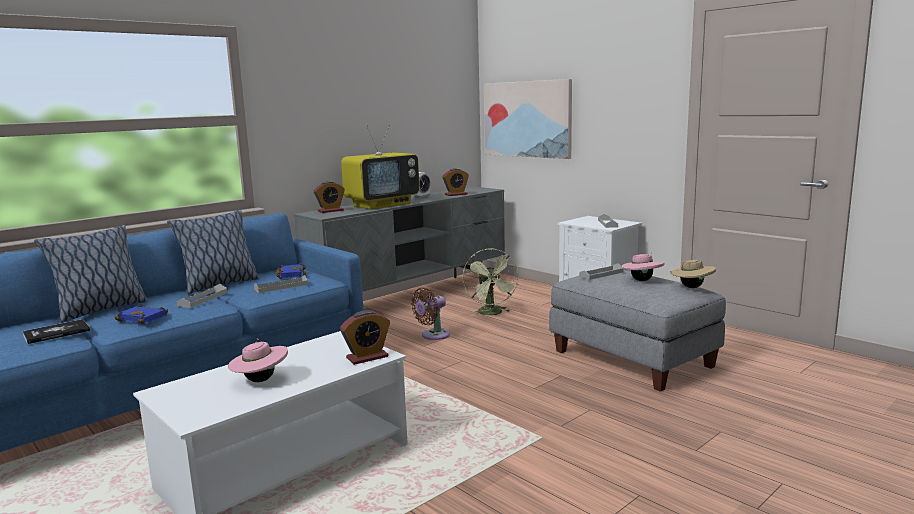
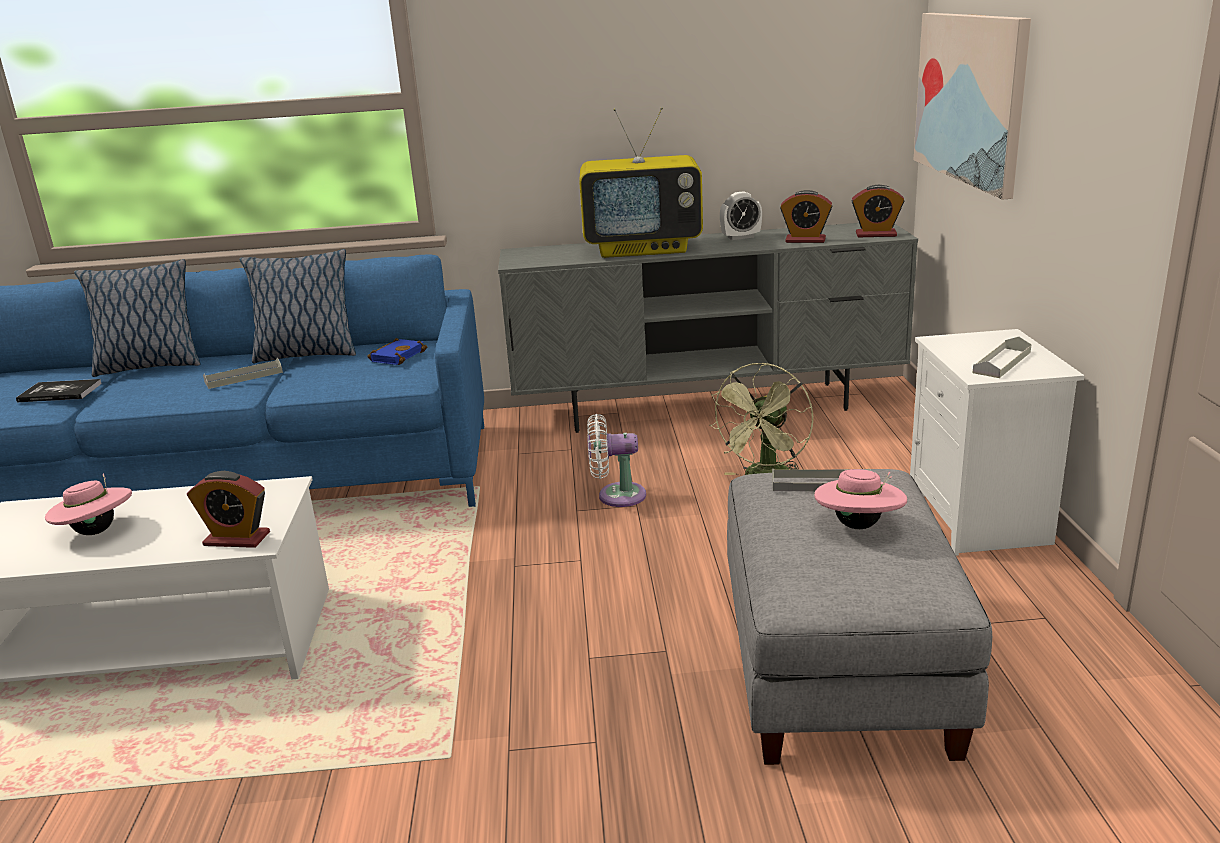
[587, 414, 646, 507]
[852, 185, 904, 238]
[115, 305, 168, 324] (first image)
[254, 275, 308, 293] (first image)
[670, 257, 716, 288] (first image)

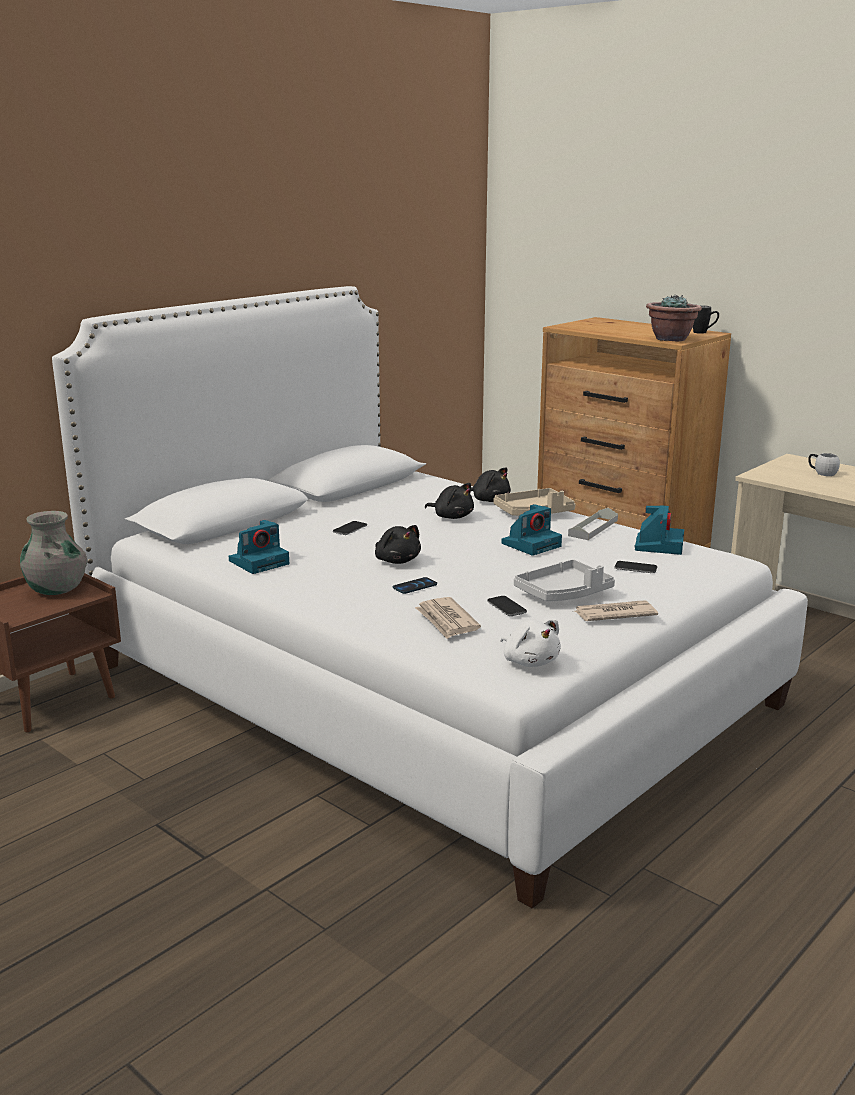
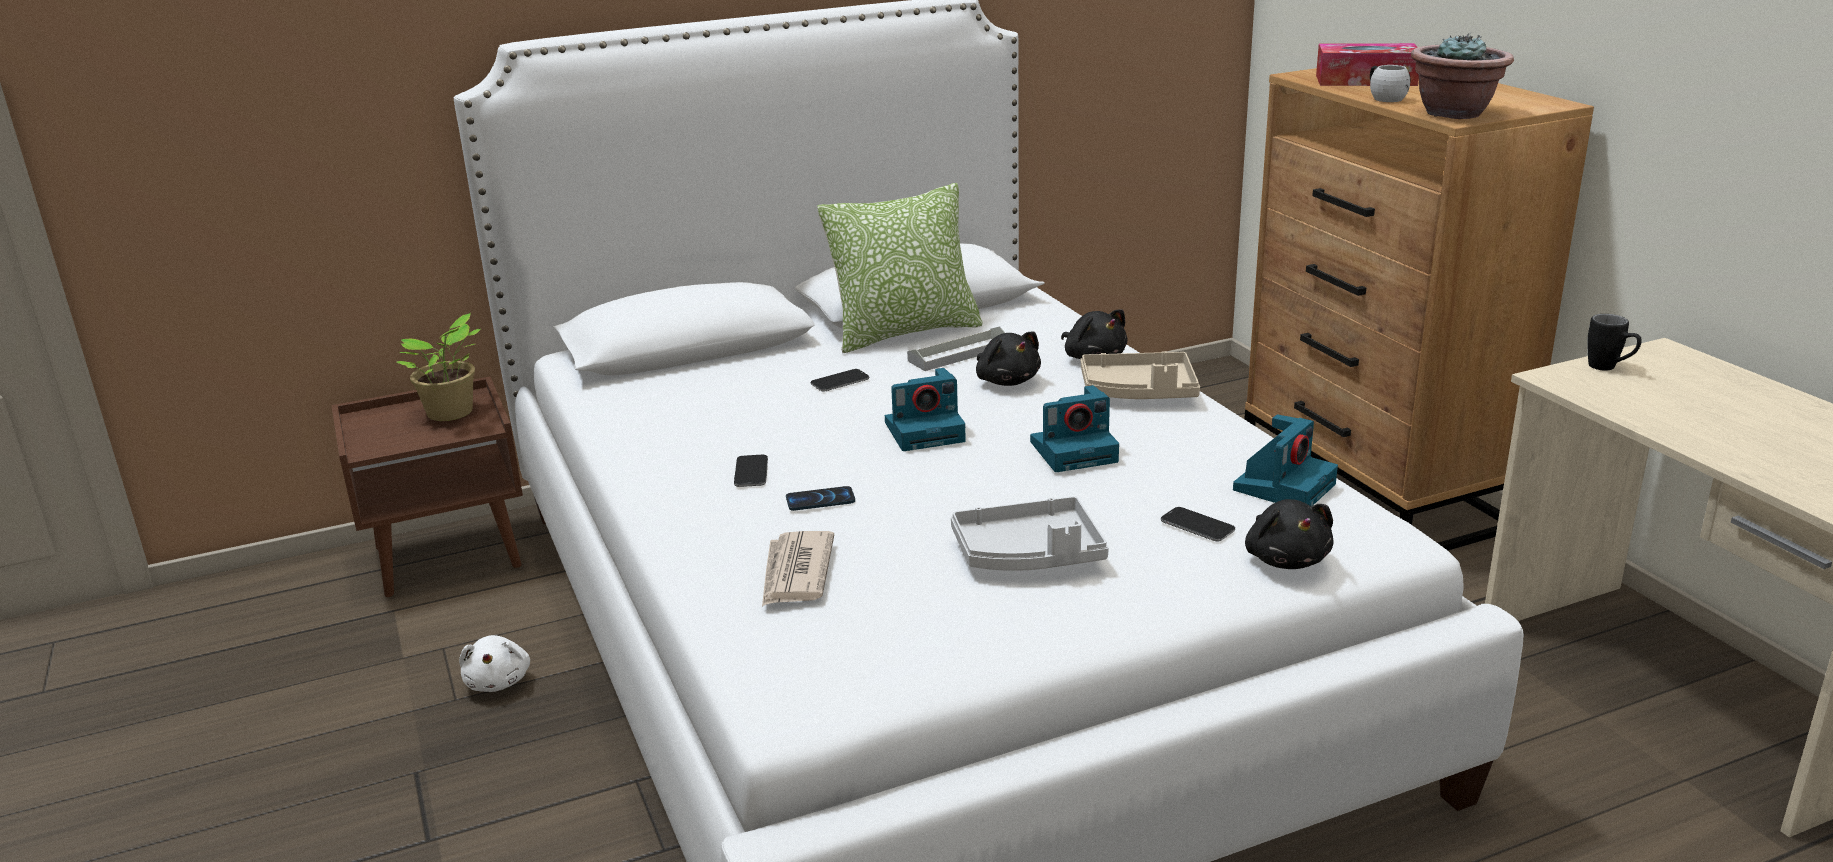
[397, 313, 481, 421]
[459, 635, 530, 692]
[734, 455, 768, 487]
[817, 183, 983, 353]
[885, 368, 966, 451]
[907, 326, 1005, 371]
[1245, 499, 1333, 569]
[1316, 43, 1419, 86]
[1370, 65, 1411, 102]
[1587, 314, 1642, 371]
[575, 600, 658, 621] (first image)

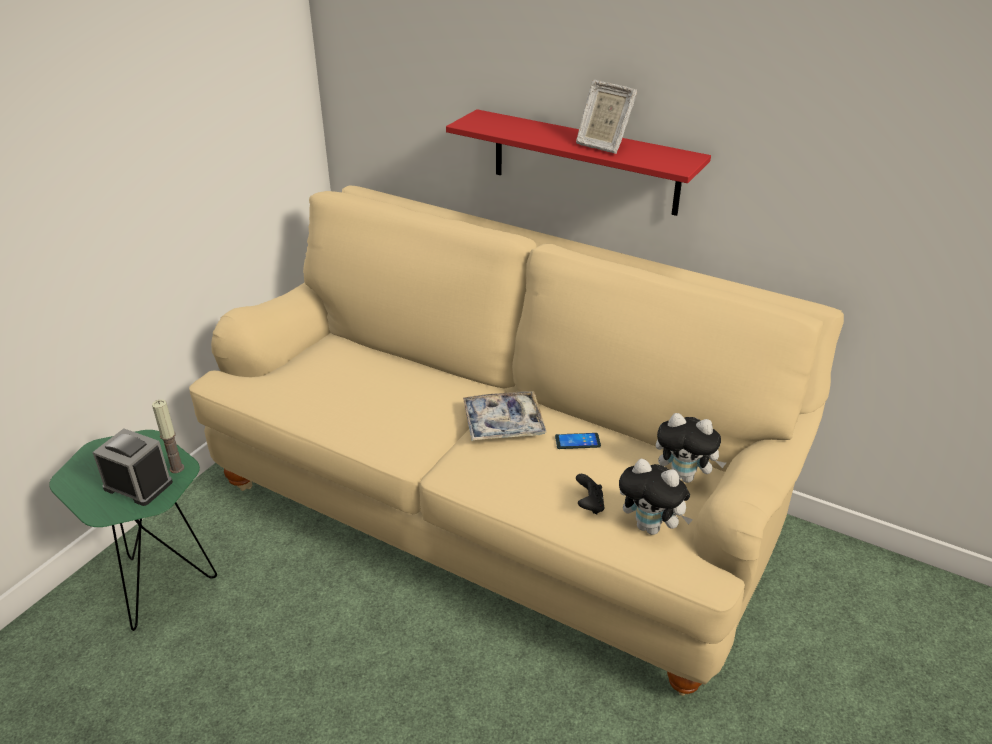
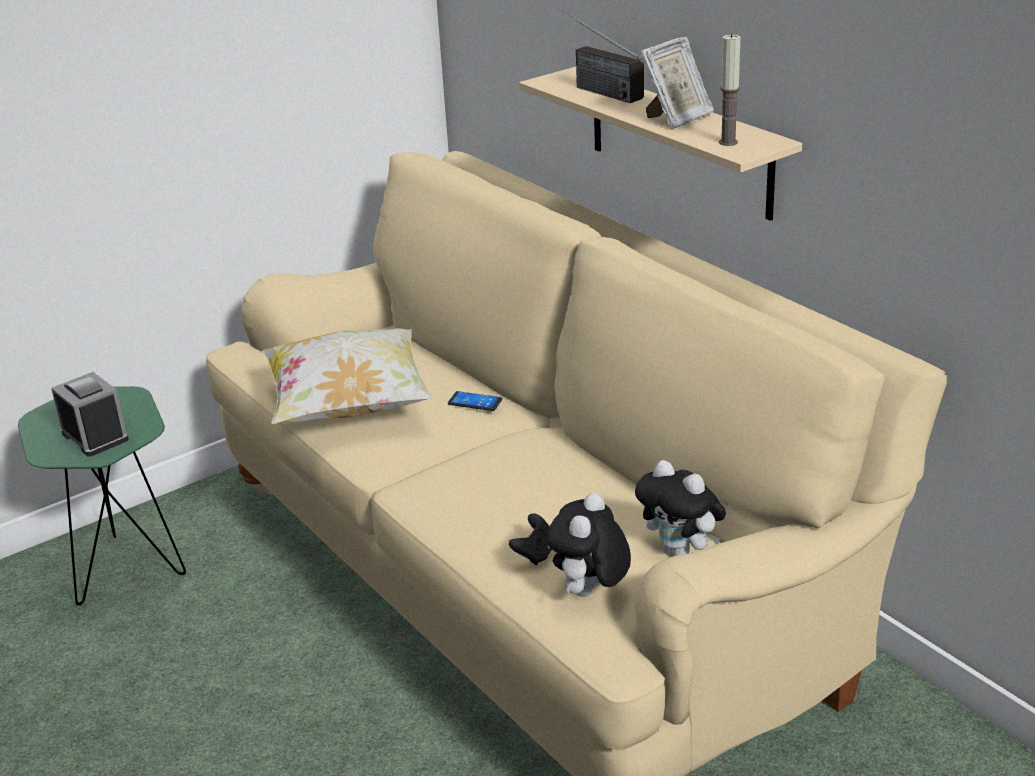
[262, 328, 433, 424]
[448, 391, 502, 411]
[519, 67, 802, 221]
[547, 493, 631, 597]
[558, 8, 644, 103]
[640, 37, 714, 129]
[719, 34, 740, 146]
[463, 391, 547, 441] (first image)

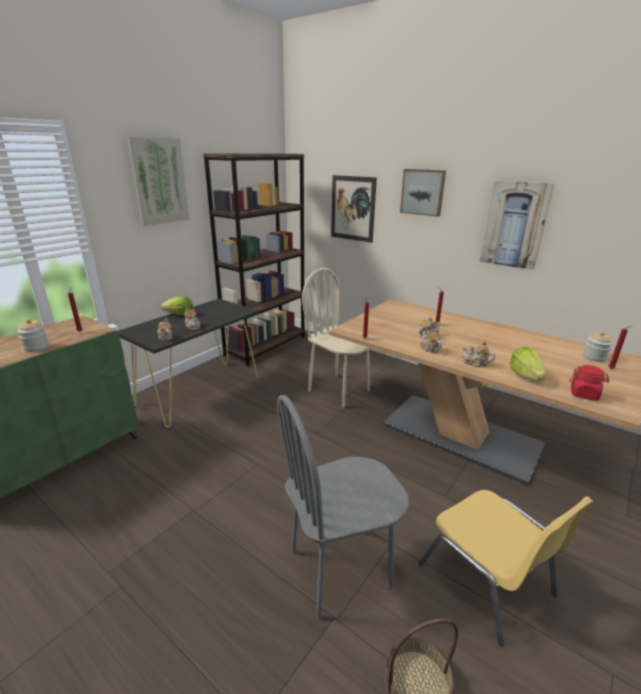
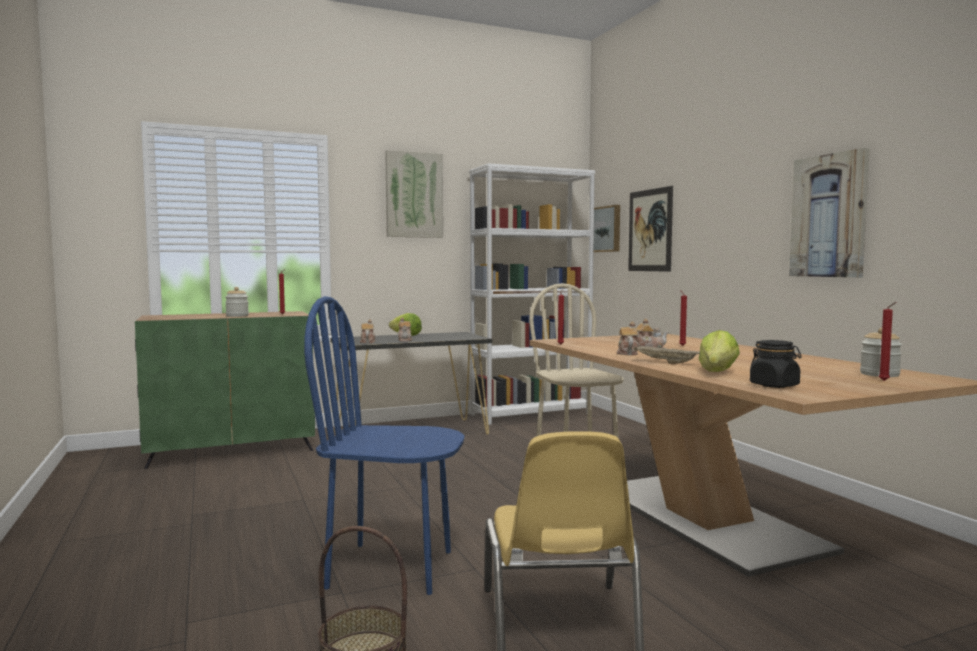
[304, 296, 465, 595]
[469, 163, 595, 425]
[593, 205, 620, 252]
[633, 345, 700, 364]
[750, 340, 802, 388]

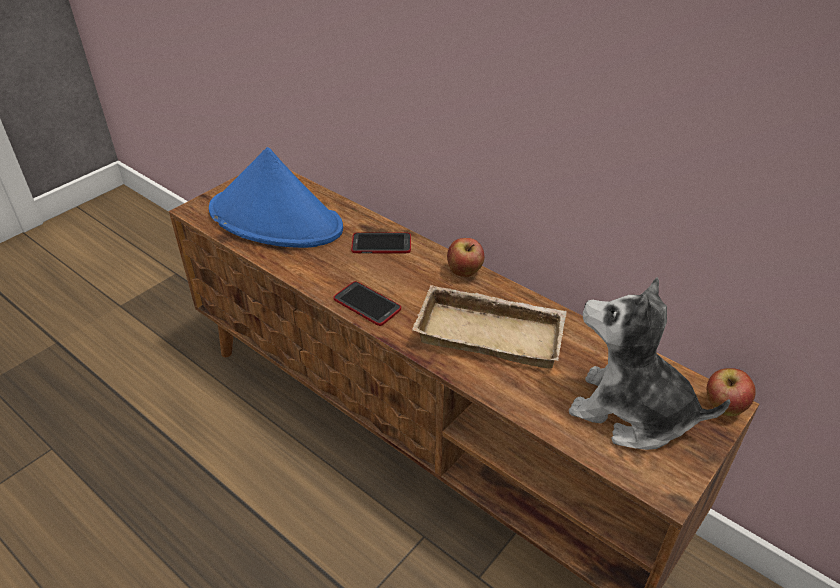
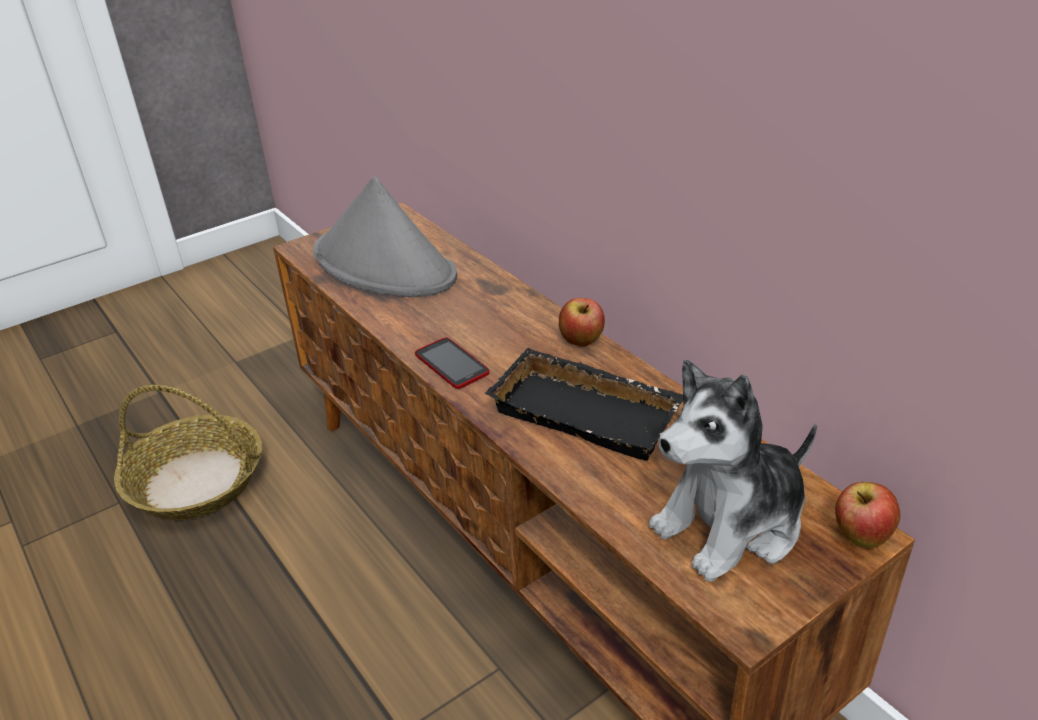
[114, 385, 262, 520]
[313, 176, 457, 297]
[485, 348, 683, 461]
[649, 360, 817, 582]
[351, 232, 411, 253] (first image)

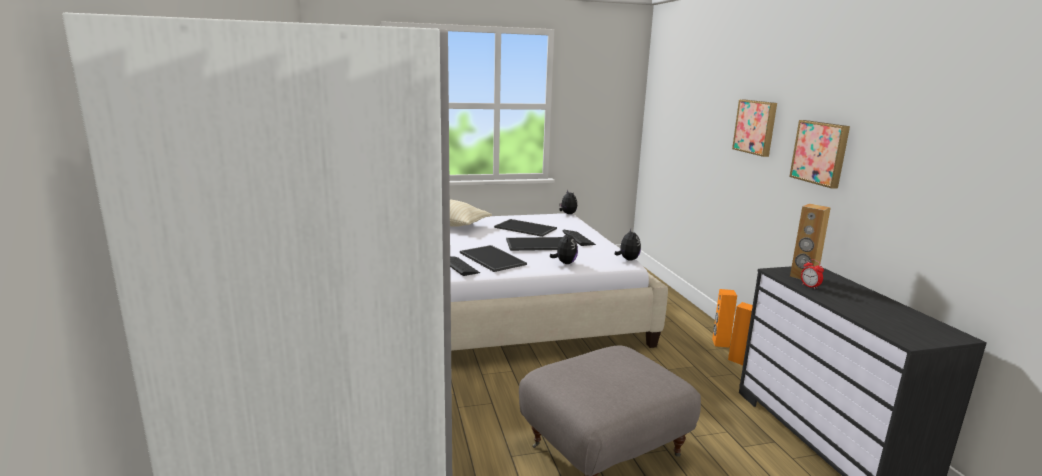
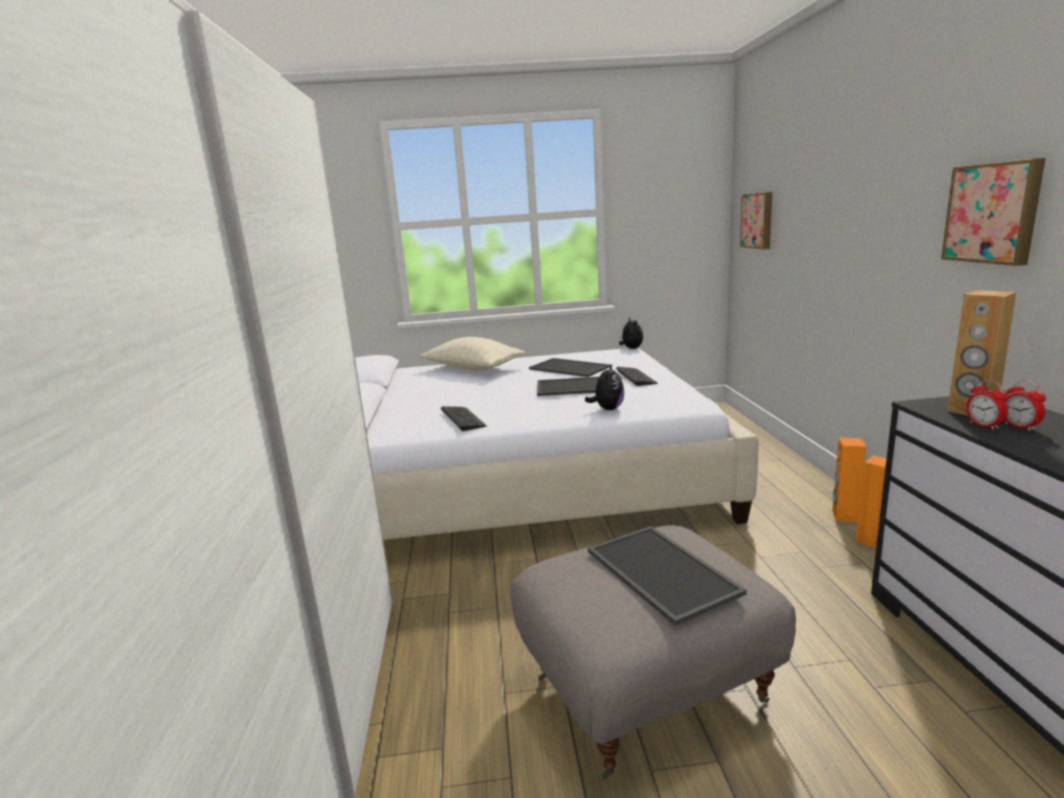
[588, 526, 747, 626]
[740, 192, 772, 249]
[1005, 380, 1046, 431]
[615, 229, 641, 261] (first image)

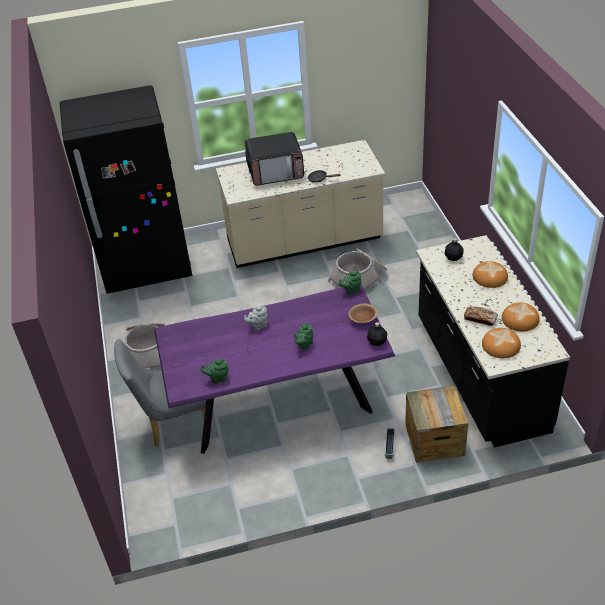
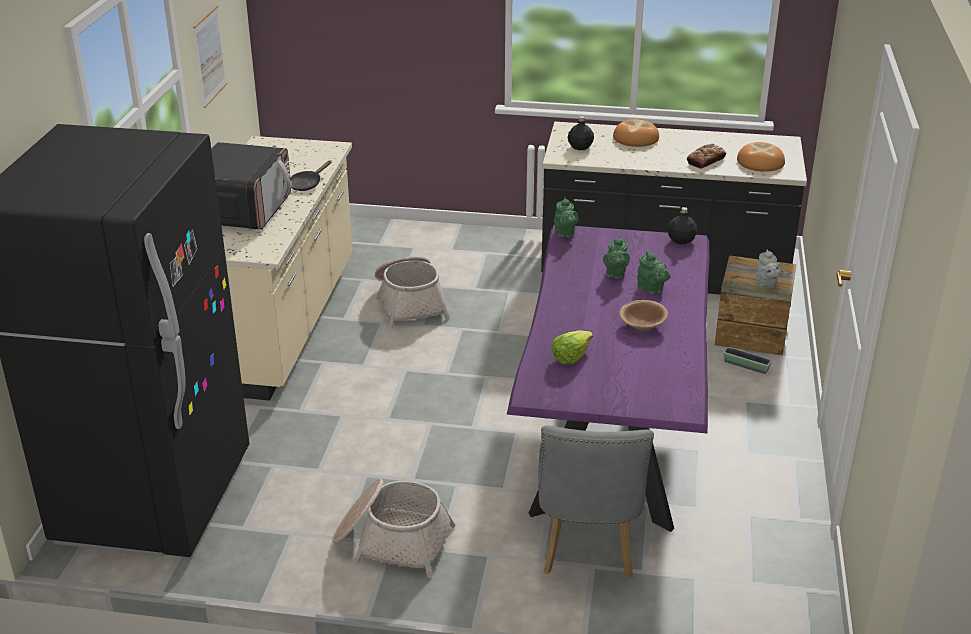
[193, 5, 227, 108]
[551, 330, 593, 364]
[603, 236, 630, 279]
[619, 300, 668, 330]
[756, 249, 782, 288]
[502, 302, 540, 331] (first image)

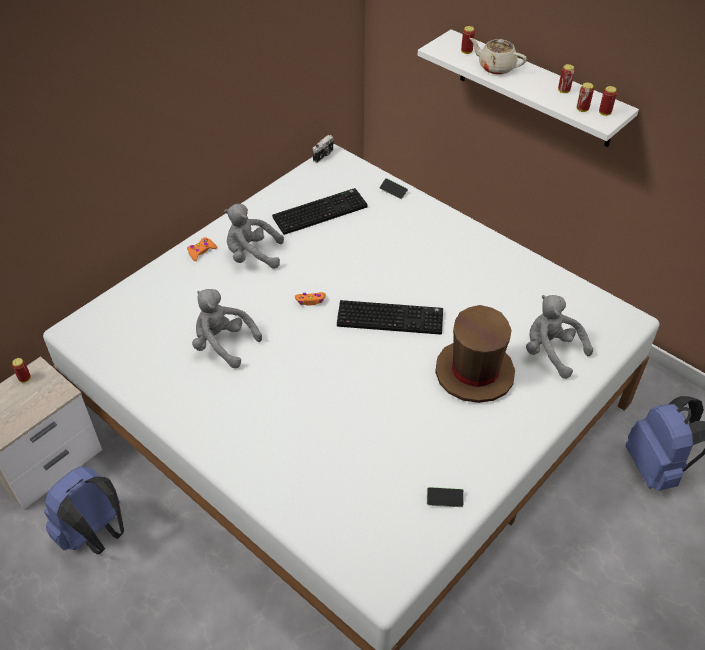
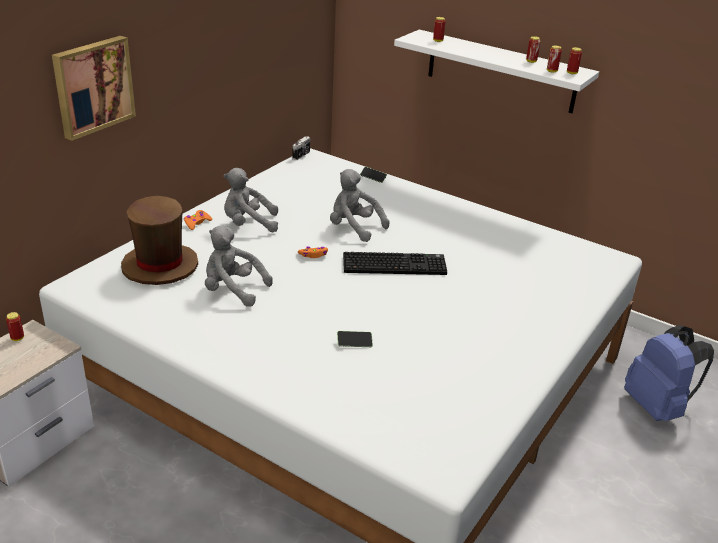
[52, 36, 136, 141]
[121, 196, 198, 285]
[330, 169, 390, 242]
[337, 331, 373, 347]
[44, 466, 124, 554] (first image)
[272, 188, 368, 235] (first image)
[470, 38, 527, 75] (first image)

